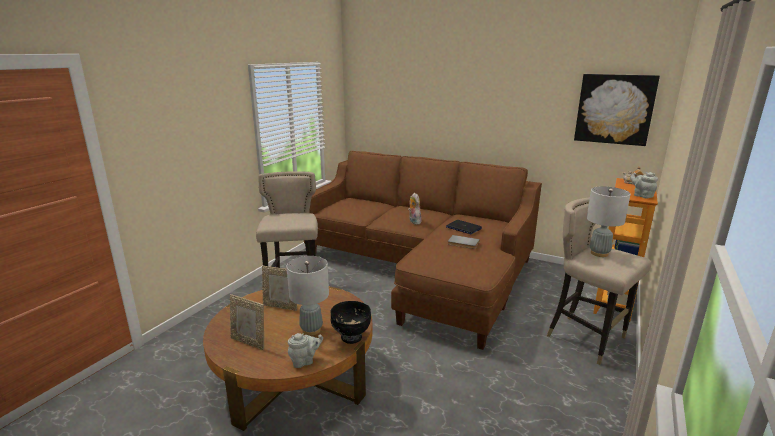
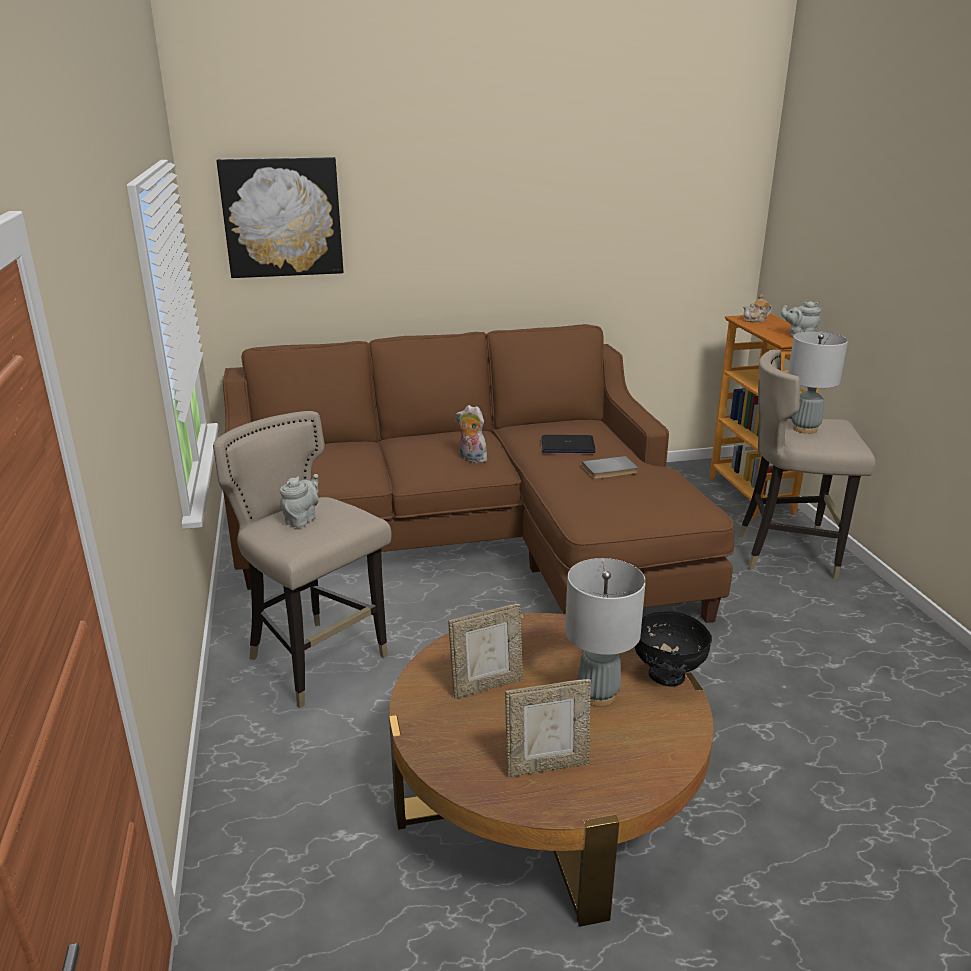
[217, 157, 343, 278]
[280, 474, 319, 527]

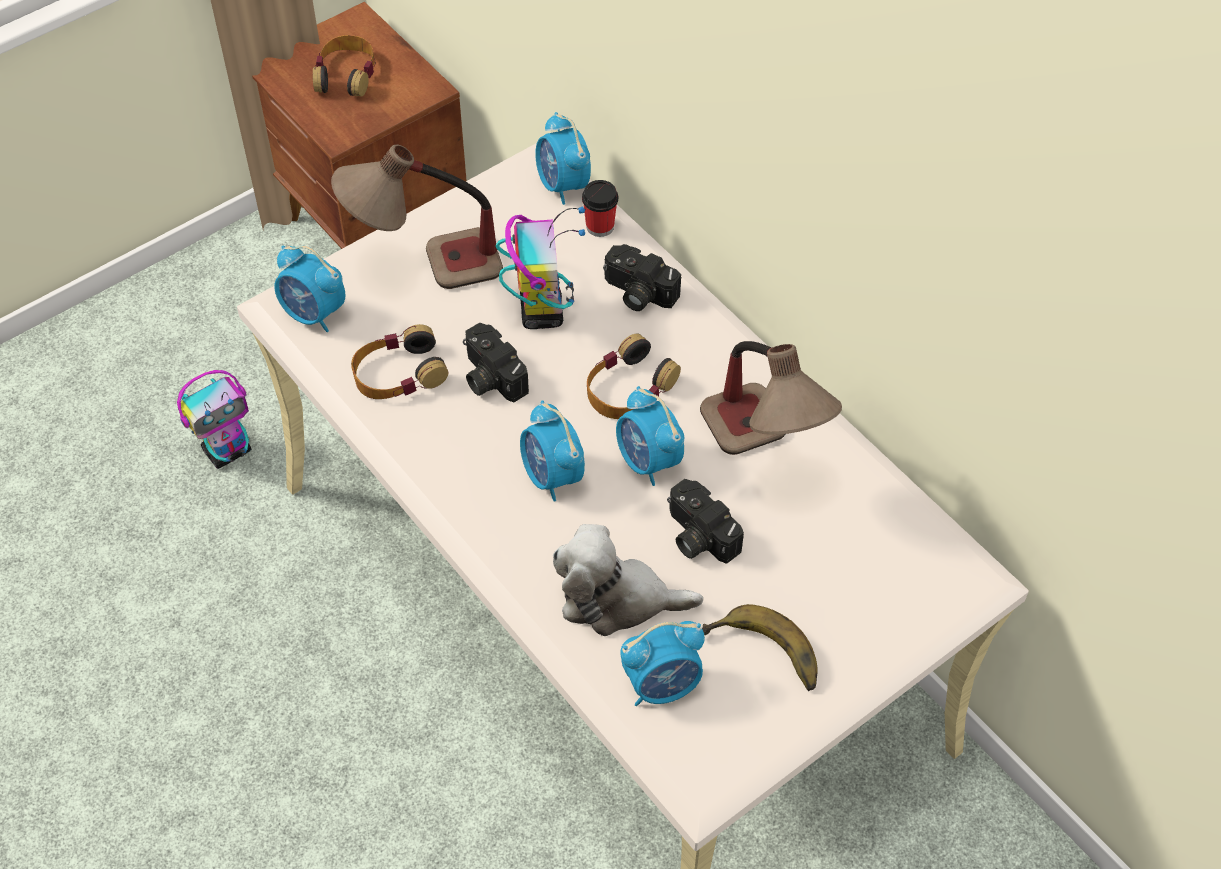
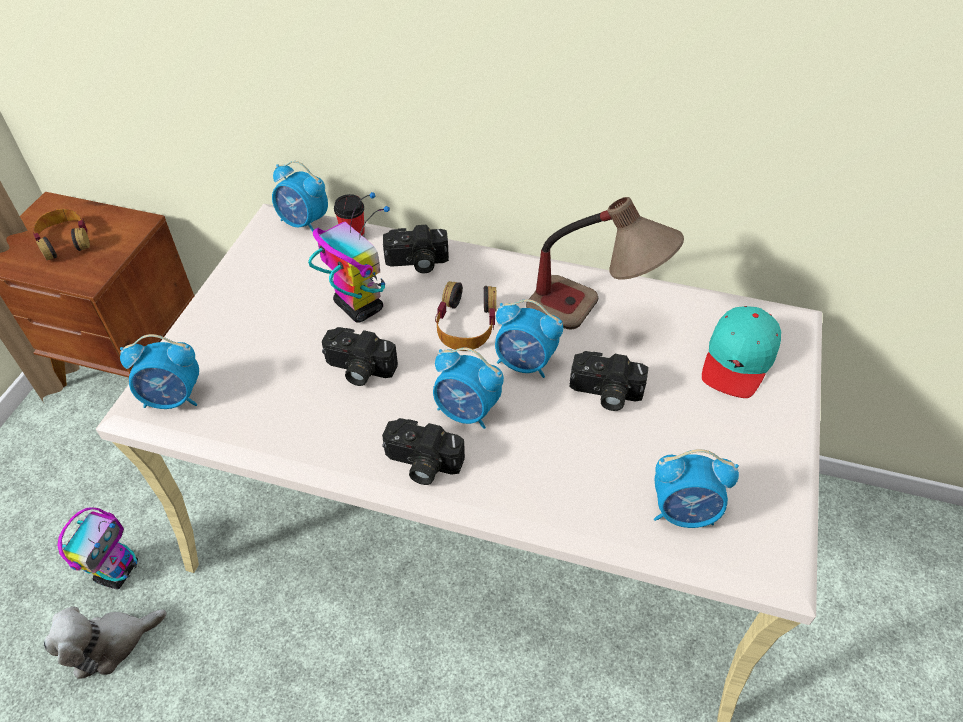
[44, 607, 167, 679]
[382, 418, 465, 485]
[654, 449, 739, 528]
[702, 306, 781, 398]
[331, 144, 503, 289] (first image)
[351, 324, 448, 399] (first image)
[702, 604, 818, 691] (first image)

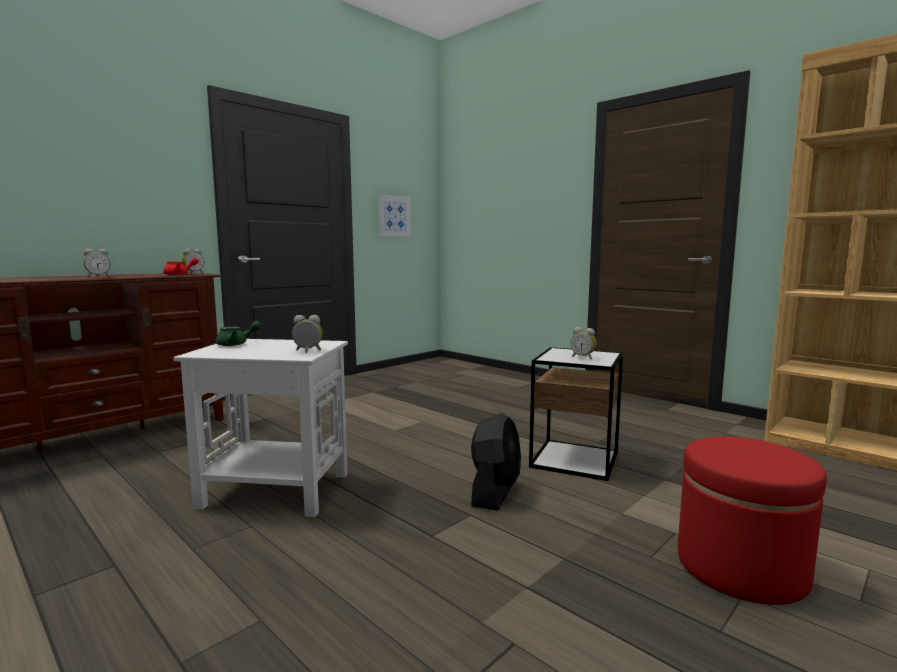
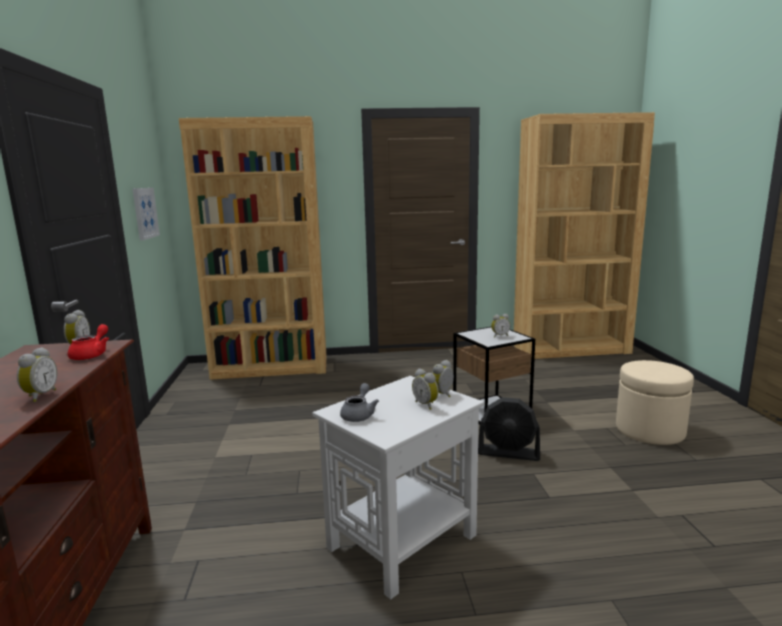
[179, 116, 327, 380]
[340, 383, 379, 422]
[412, 368, 439, 410]
[478, 397, 540, 461]
[616, 360, 694, 445]

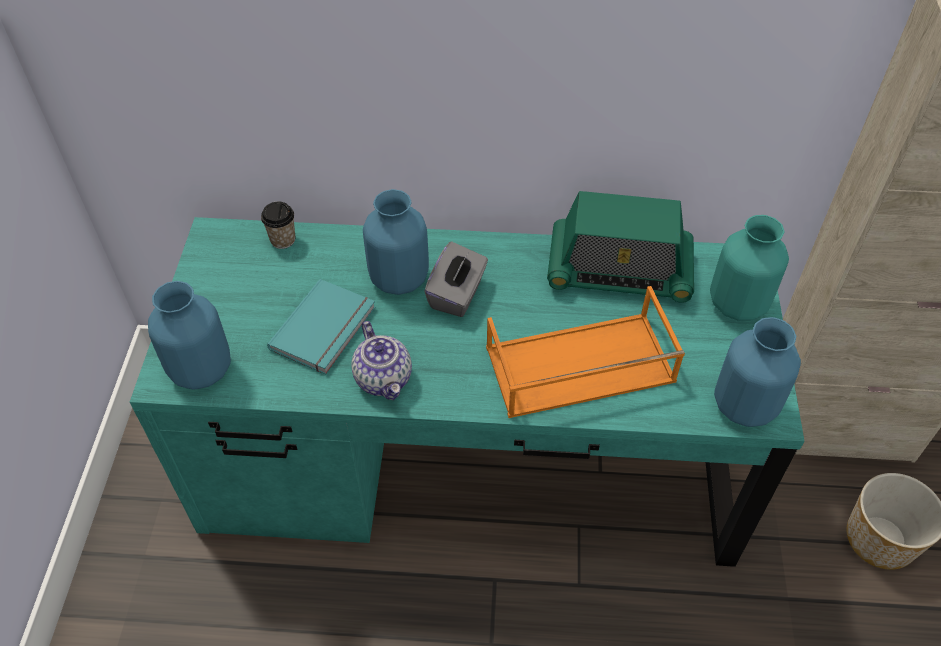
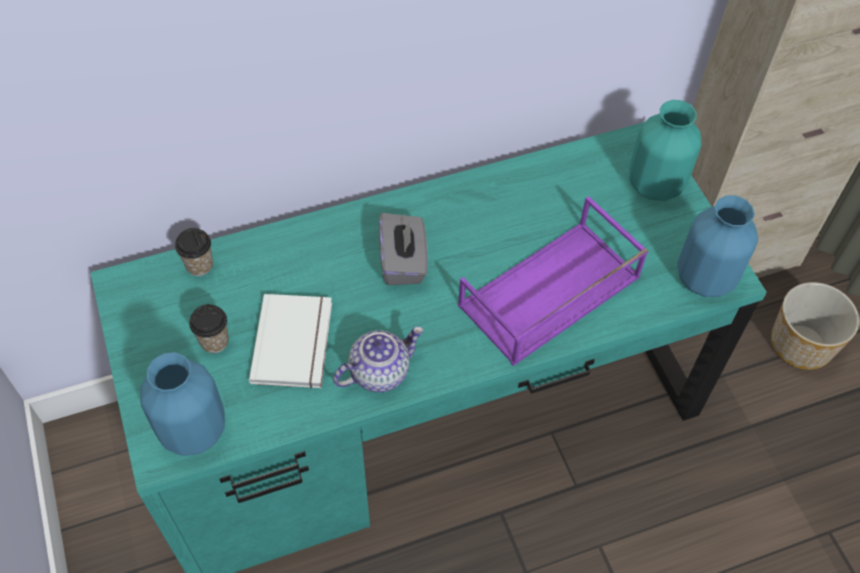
[189, 304, 229, 353]
[249, 294, 332, 388]
[333, 326, 424, 392]
[458, 196, 648, 366]
[363, 189, 429, 295] (first image)
[547, 191, 694, 303] (first image)

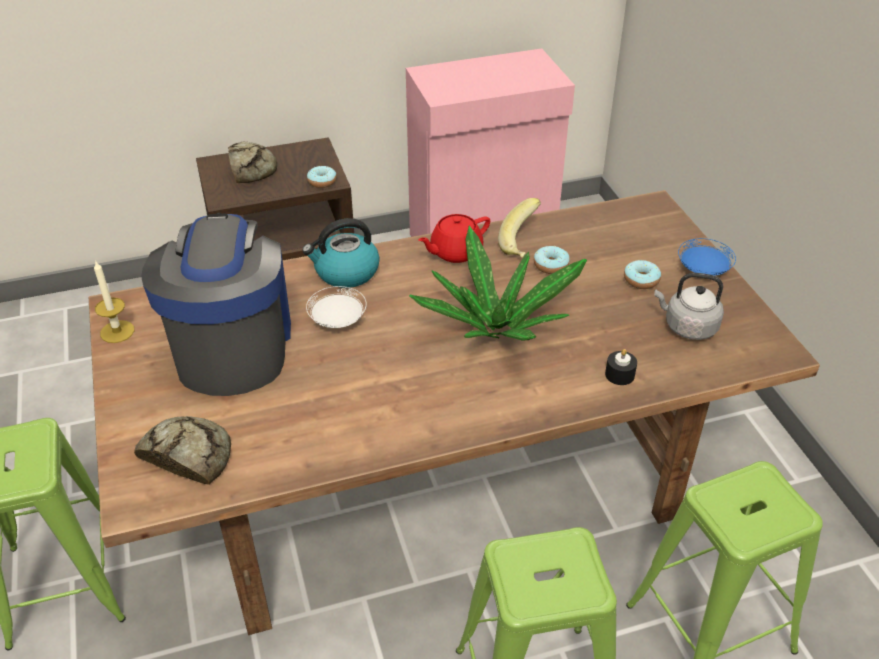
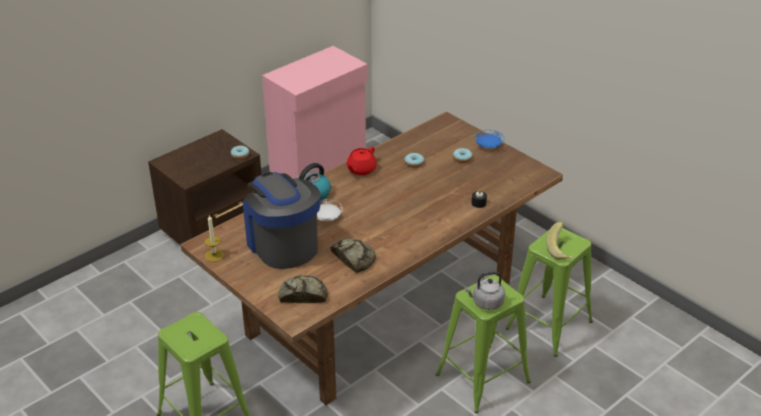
[330, 239, 376, 273]
[465, 272, 505, 310]
[546, 222, 572, 260]
[409, 226, 587, 340] (first image)

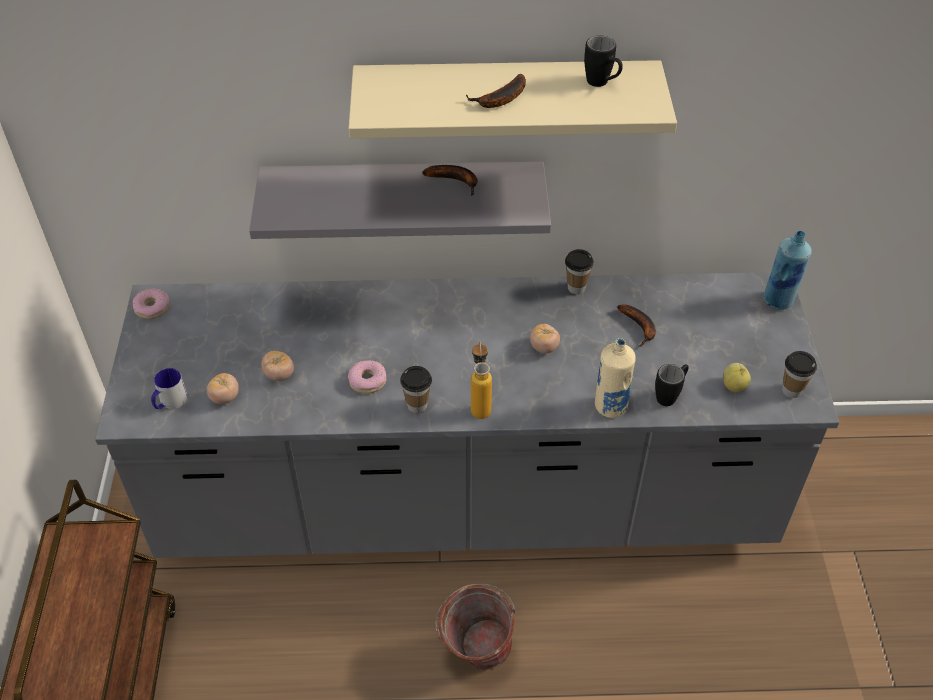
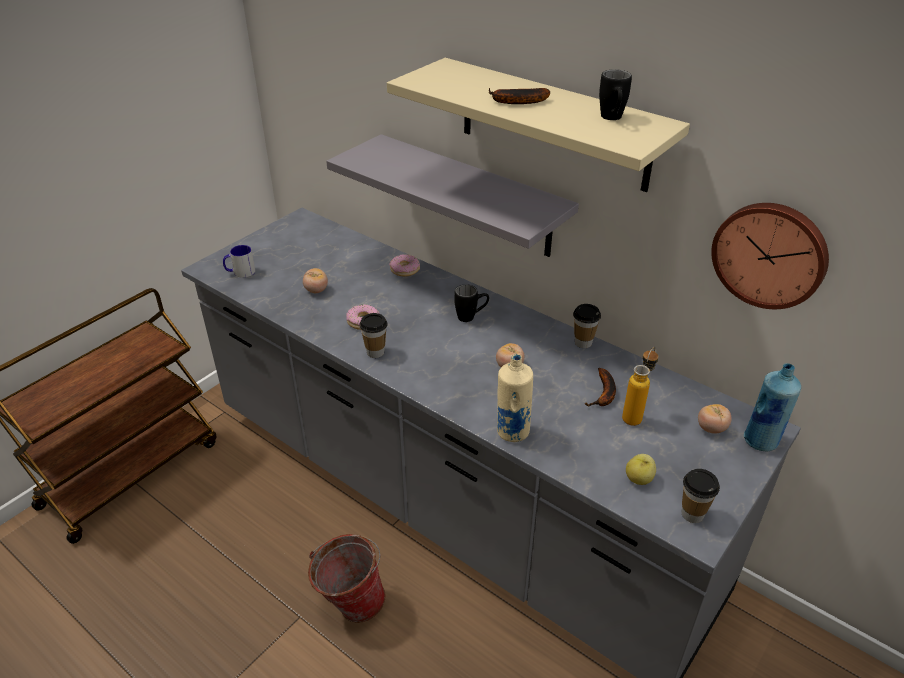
[389, 254, 420, 277]
[454, 284, 489, 322]
[622, 347, 659, 426]
[698, 404, 731, 433]
[711, 203, 829, 309]
[422, 165, 478, 196] (first image)

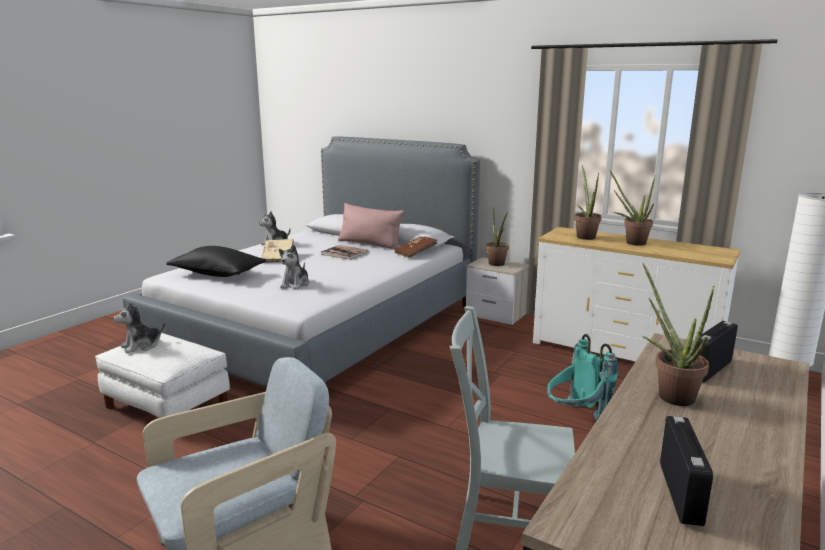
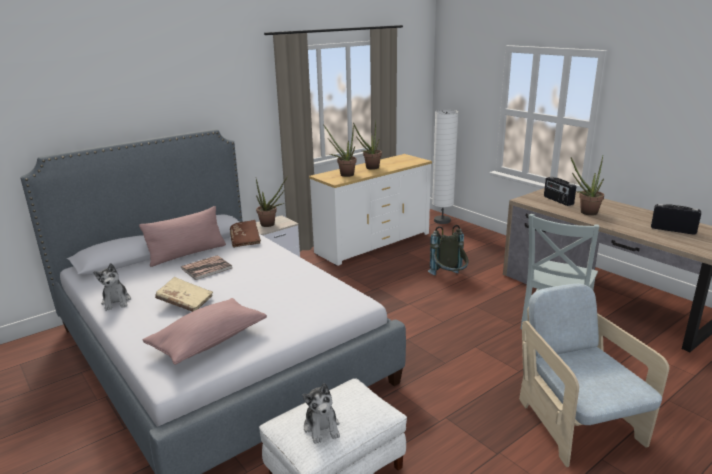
[143, 298, 267, 365]
[428, 225, 468, 276]
[279, 244, 310, 290] (first image)

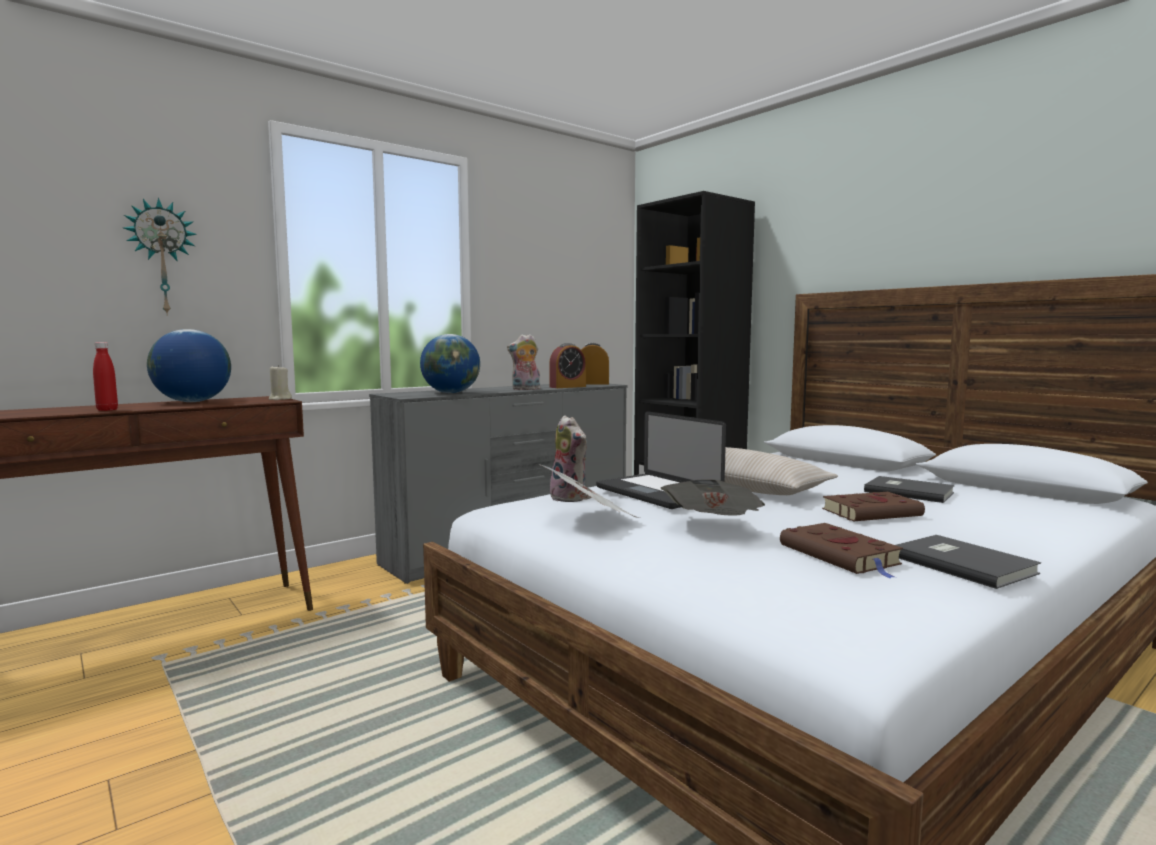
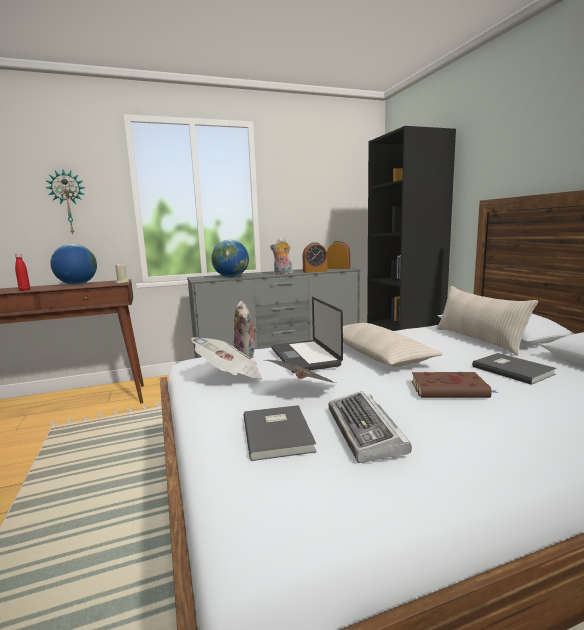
[243, 405, 317, 461]
[328, 391, 412, 463]
[436, 286, 538, 356]

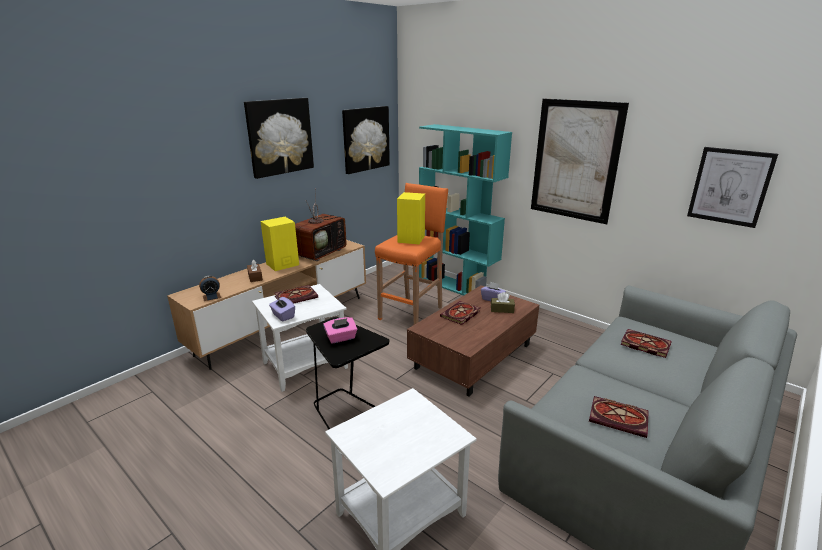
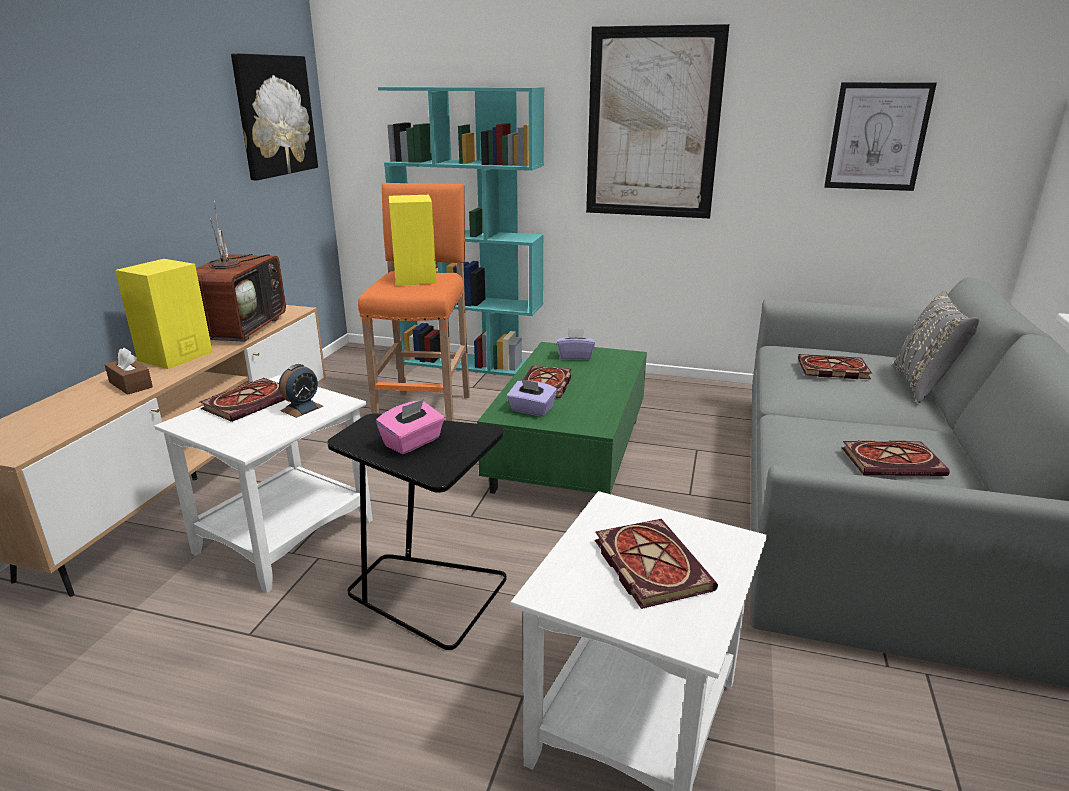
[279, 364, 323, 418]
[477, 342, 647, 494]
[507, 379, 557, 417]
[595, 519, 718, 609]
[893, 291, 979, 403]
[244, 98, 314, 179] (first image)
[491, 292, 515, 313] (first image)

